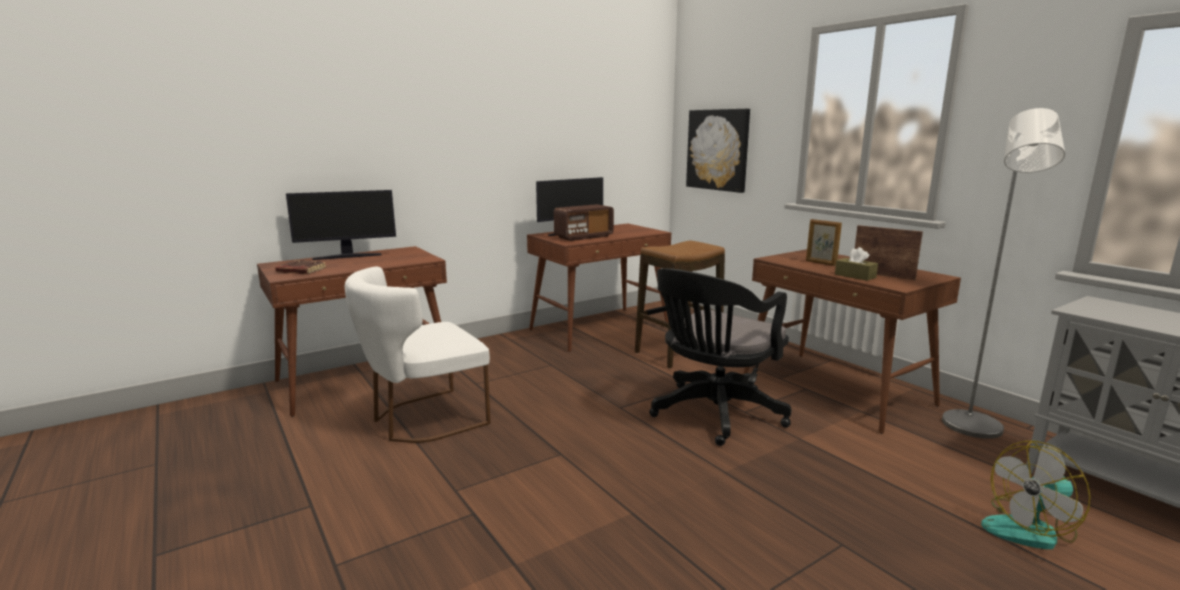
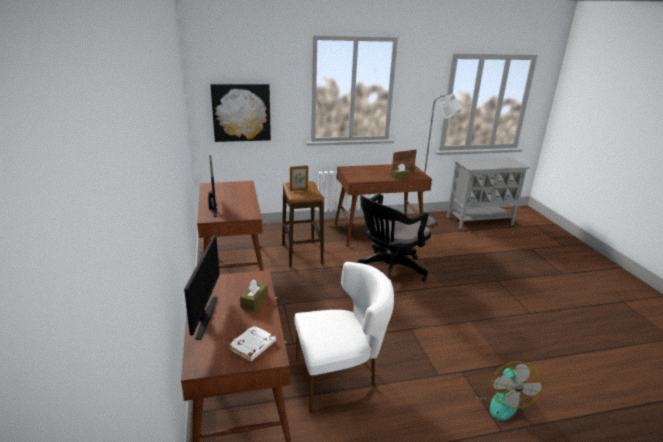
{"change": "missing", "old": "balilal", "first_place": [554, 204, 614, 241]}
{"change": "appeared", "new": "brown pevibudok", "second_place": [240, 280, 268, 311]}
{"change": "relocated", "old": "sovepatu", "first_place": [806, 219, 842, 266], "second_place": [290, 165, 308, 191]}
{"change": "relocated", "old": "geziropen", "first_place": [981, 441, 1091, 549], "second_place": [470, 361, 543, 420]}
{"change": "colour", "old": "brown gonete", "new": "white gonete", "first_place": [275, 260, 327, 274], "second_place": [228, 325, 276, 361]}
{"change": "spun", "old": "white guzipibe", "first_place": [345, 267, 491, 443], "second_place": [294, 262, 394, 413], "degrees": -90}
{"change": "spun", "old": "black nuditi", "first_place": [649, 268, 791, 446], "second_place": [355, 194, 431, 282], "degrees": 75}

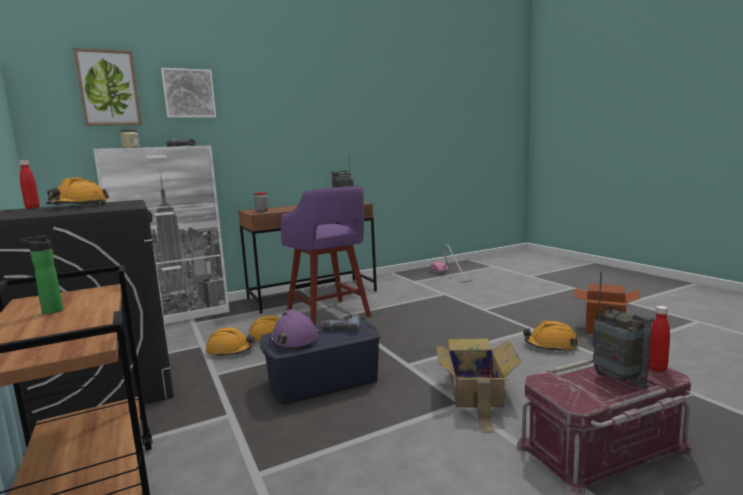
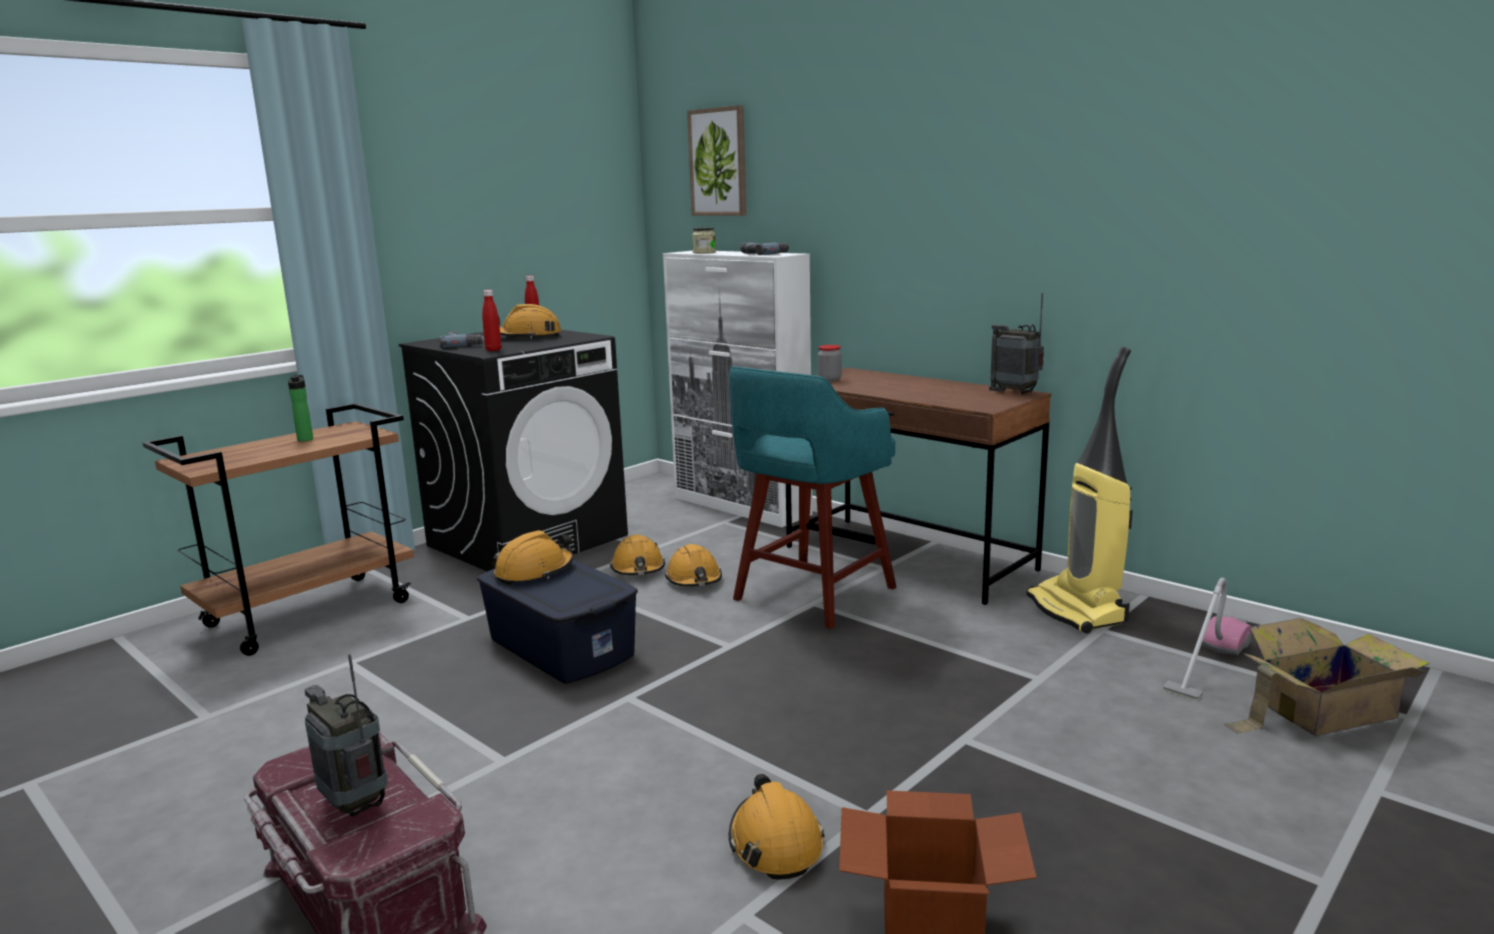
{"change": "missing", "old": "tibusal", "first_place": [161, 68, 216, 118]}
{"change": "appeared", "new": "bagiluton", "second_place": [1027, 347, 1133, 634]}
{"change": "relocated", "old": "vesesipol", "first_place": [321, 314, 360, 333], "second_place": [439, 331, 484, 348]}
{"change": "relocated", "old": "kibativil", "first_place": [435, 338, 522, 433], "second_place": [1224, 618, 1430, 736]}
{"change": "relocated", "old": "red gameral", "first_place": [649, 306, 670, 372], "second_place": [482, 290, 501, 351]}
{"change": "colour", "old": "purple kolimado", "new": "orange kolimado", "first_place": [270, 309, 319, 350], "second_place": [493, 530, 574, 585]}
{"change": "colour", "old": "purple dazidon", "new": "turquoise dazidon", "first_place": [281, 186, 371, 324], "second_place": [729, 366, 896, 629]}
{"change": "spun", "old": "balilal", "first_place": [593, 272, 654, 389], "second_place": [305, 654, 388, 816], "degrees": 90}

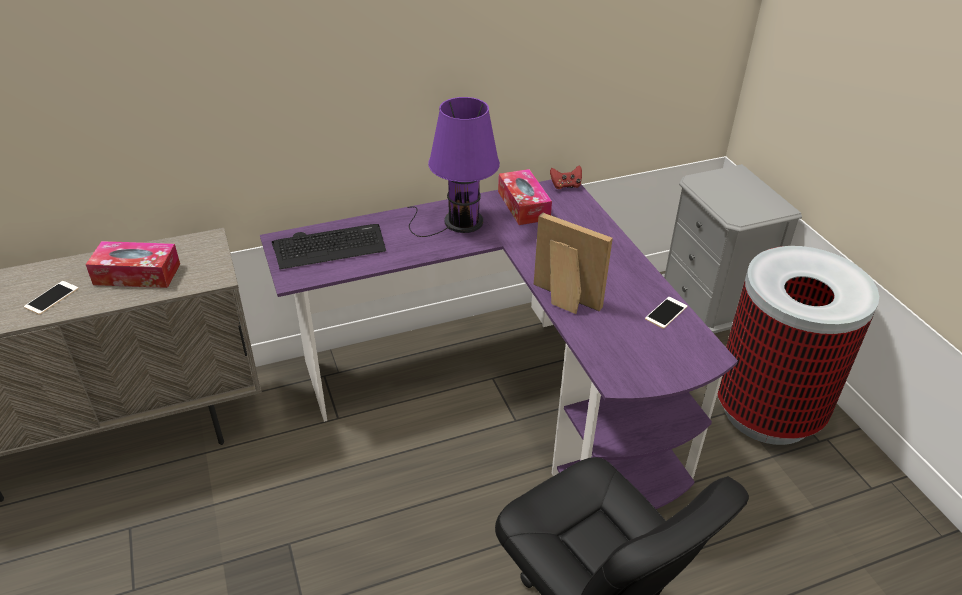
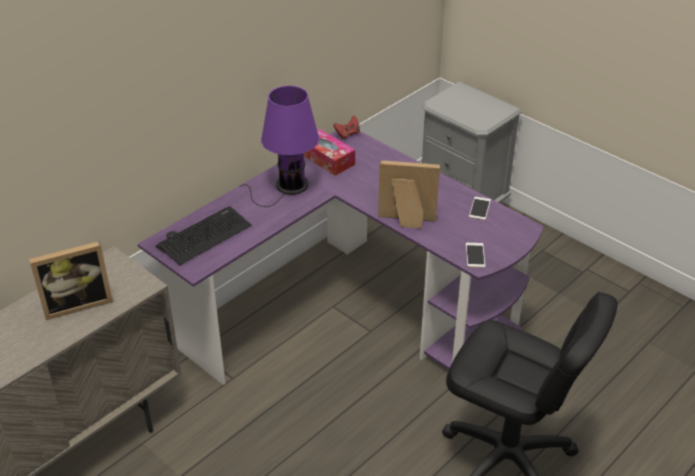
{"change": "missing", "old": "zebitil", "first_place": [717, 246, 879, 445]}
{"change": "relocated", "old": "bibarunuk", "first_place": [24, 281, 79, 315], "second_place": [466, 243, 485, 267]}
{"change": "exchanged", "old": "pevibudok", "new": "sovepatu", "first_place": [85, 241, 180, 288], "second_place": [29, 241, 113, 320]}

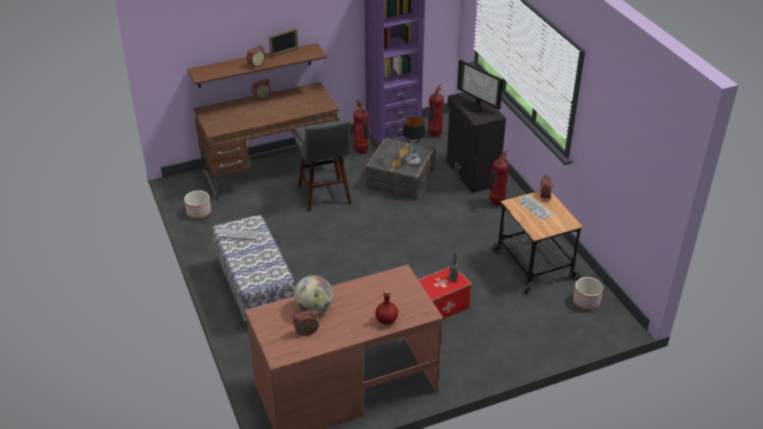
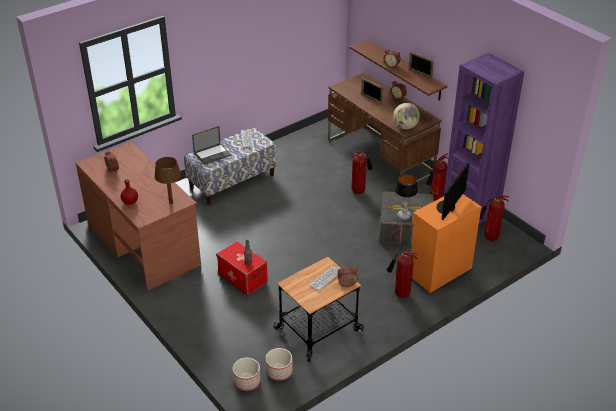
{"change": "appeared", "new": "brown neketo", "second_place": [155, 157, 181, 204]}
{"change": "appeared", "new": "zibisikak", "second_place": [192, 126, 231, 165]}
{"change": "appeared", "new": "sovepatu", "second_place": [361, 78, 383, 104]}
{"change": "relocated", "old": "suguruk", "first_place": [184, 190, 211, 219], "second_place": [233, 358, 261, 391]}
{"change": "relocated", "old": "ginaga", "first_place": [294, 275, 333, 314], "second_place": [393, 103, 420, 129]}
{"change": "exchanged", "old": "grey dazidon", "new": "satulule", "first_place": [294, 120, 351, 212], "second_place": [352, 151, 373, 194]}
{"change": "colour", "old": "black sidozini", "new": "orange sidozini", "first_place": [447, 92, 506, 193], "second_place": [411, 194, 481, 293]}

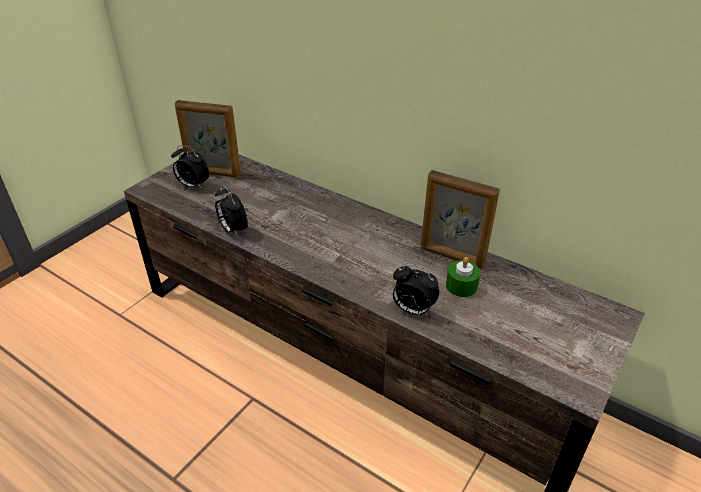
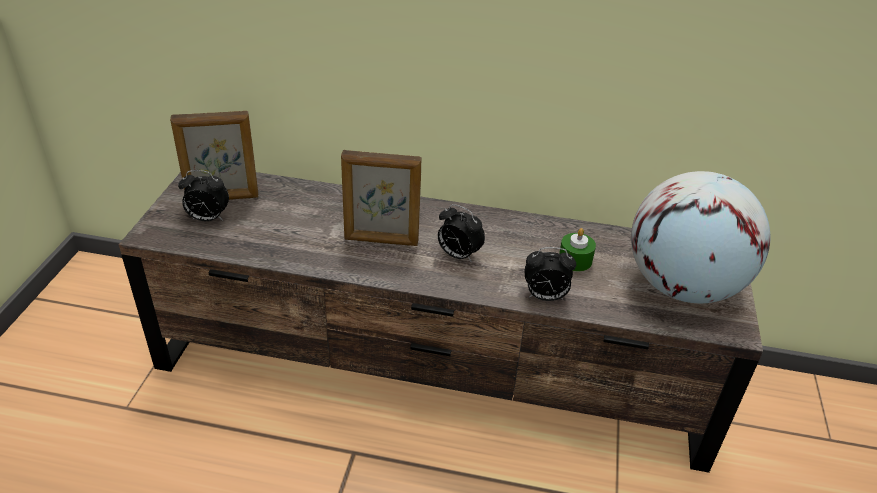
{"change": "appeared", "new": "ginaga", "second_place": [631, 171, 770, 303]}
{"change": "relocated", "old": "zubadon", "first_place": [215, 185, 248, 238], "second_place": [438, 204, 485, 262]}
{"change": "relocated", "old": "sovepatu", "first_place": [421, 170, 500, 269], "second_place": [341, 150, 422, 246]}

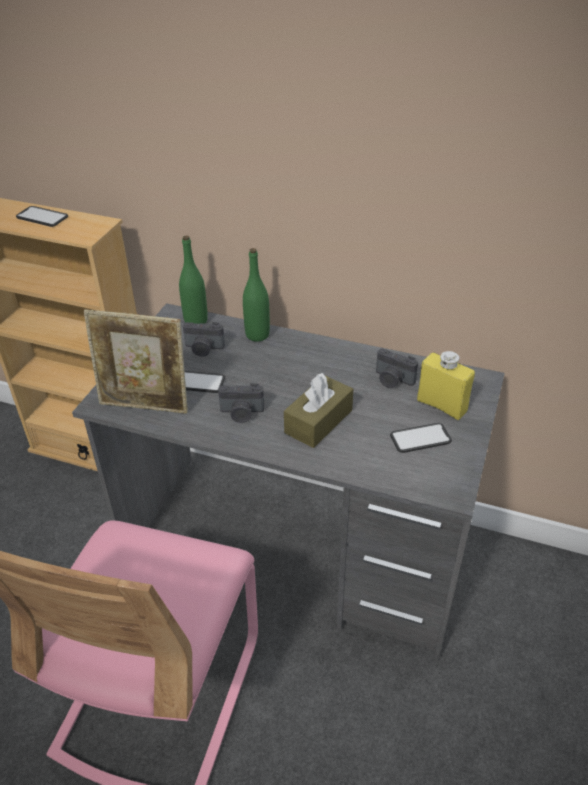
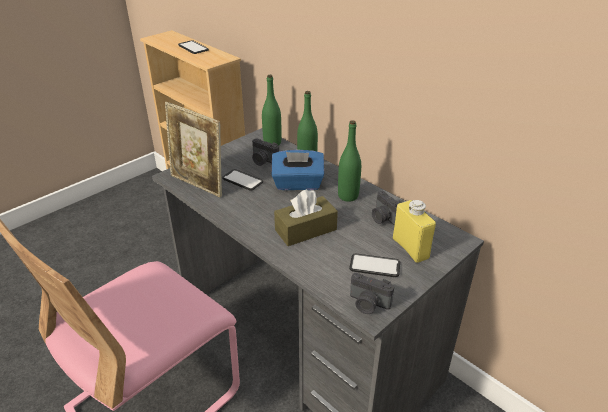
{"change": "appeared", "new": "blue pevibudok", "second_place": [272, 150, 324, 190]}
{"change": "appeared", "new": "green gameral", "second_place": [338, 120, 361, 202]}
{"change": "relocated", "old": "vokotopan", "first_place": [218, 383, 264, 423], "second_place": [350, 273, 394, 314]}

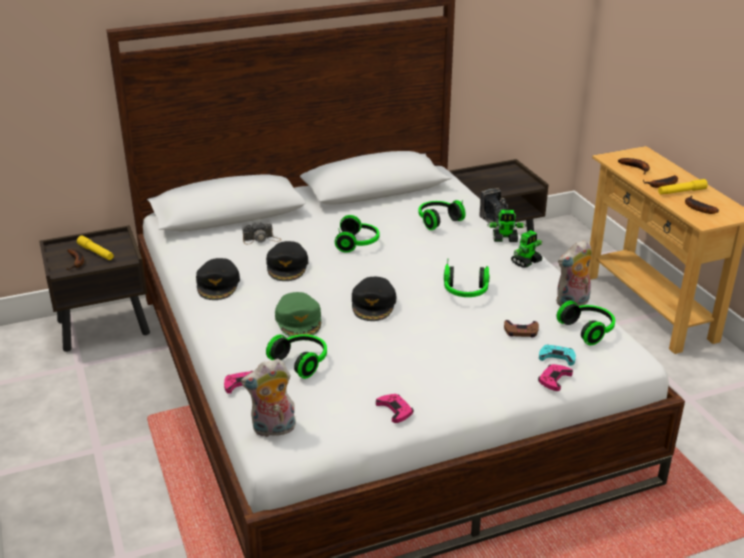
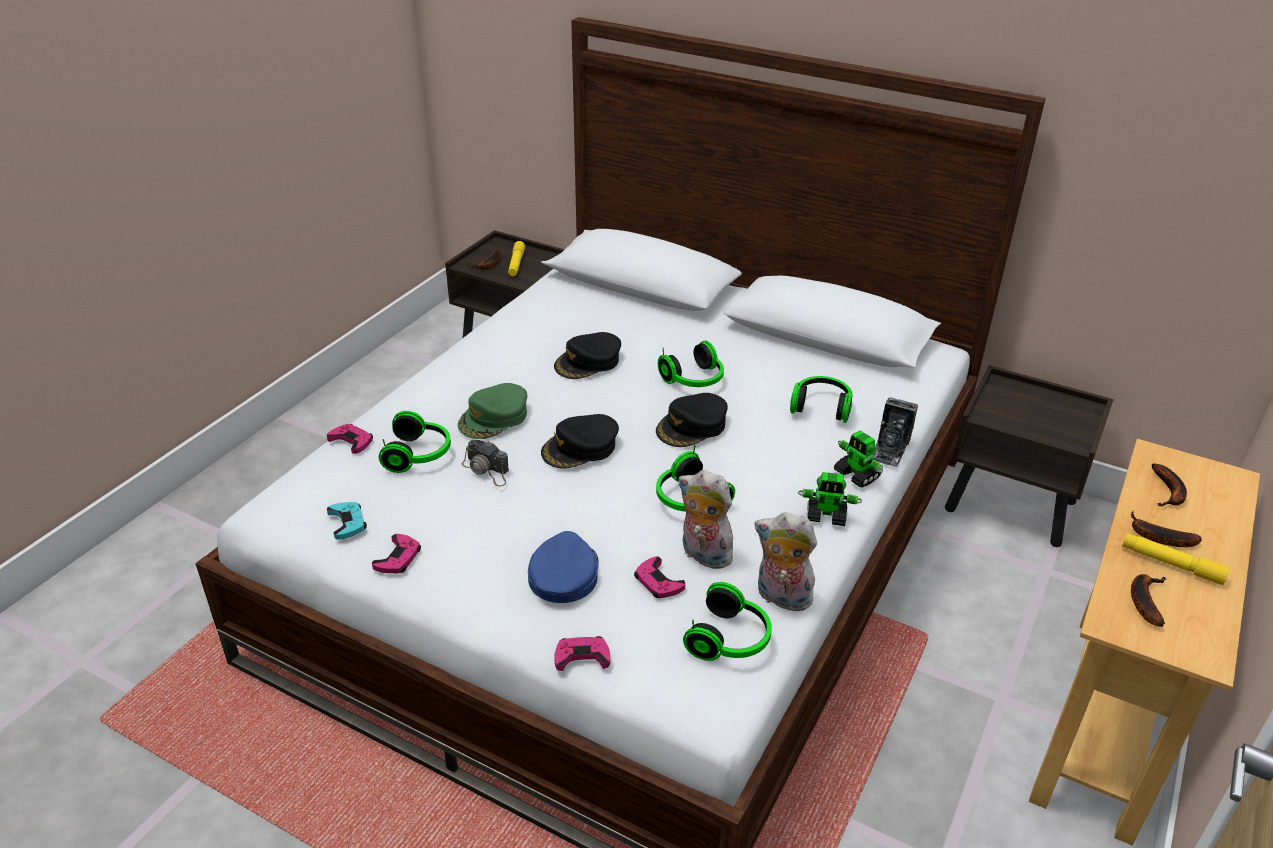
{"change": "appeared", "new": "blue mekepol", "second_place": [528, 531, 599, 603]}
{"change": "relocated", "old": "black mekepol", "first_place": [196, 258, 240, 300], "second_place": [656, 393, 728, 447]}
{"change": "relocated", "old": "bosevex", "first_place": [241, 358, 296, 438], "second_place": [678, 470, 733, 569]}
{"change": "relocated", "old": "vokotopan", "first_place": [242, 221, 281, 244], "second_place": [462, 440, 509, 487]}
{"change": "relocated", "old": "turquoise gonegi", "first_place": [539, 344, 576, 366], "second_place": [327, 502, 367, 540]}
{"change": "colour", "old": "brown gonegi", "new": "pink gonegi", "first_place": [504, 320, 539, 338], "second_place": [634, 556, 685, 598]}

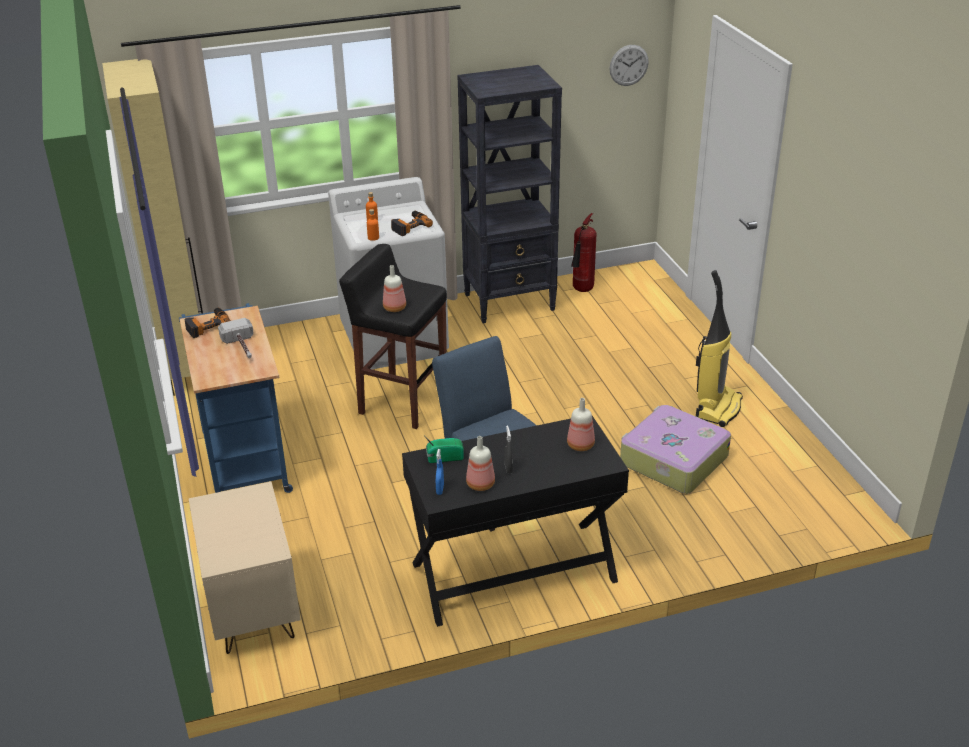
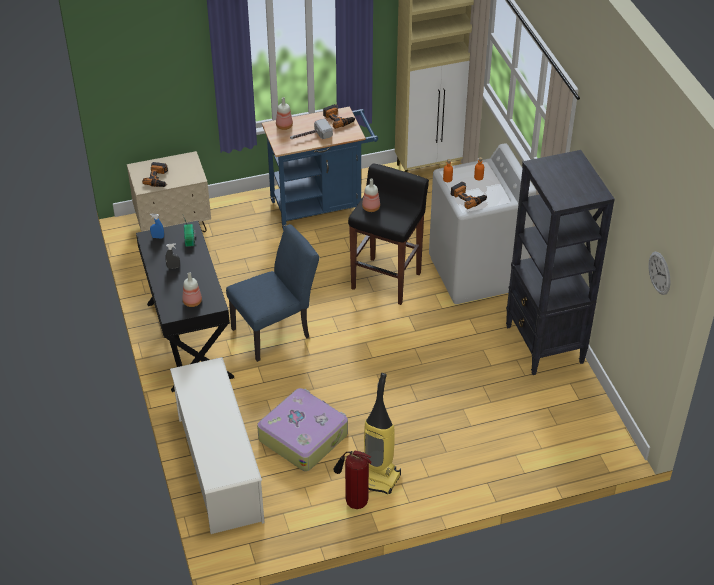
{"change": "appeared", "new": "vesesipol", "second_place": [142, 162, 168, 187]}
{"change": "appeared", "new": "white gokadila", "second_place": [170, 357, 265, 534]}
{"change": "relocated", "old": "gameral", "first_place": [466, 436, 495, 491], "second_place": [276, 97, 293, 130]}
{"change": "relocated", "old": "satulule", "first_place": [571, 213, 596, 292], "second_place": [333, 451, 372, 509]}

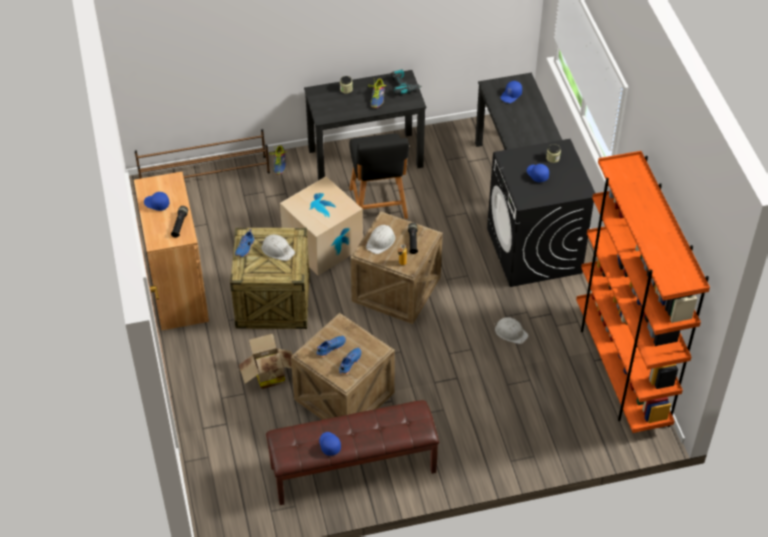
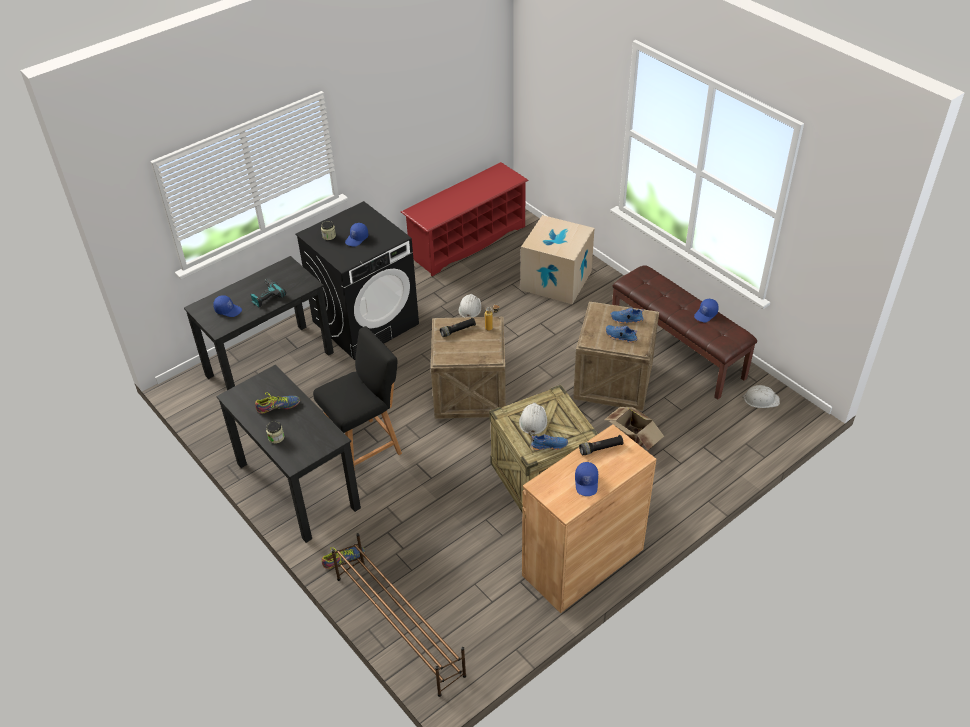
{"change": "relocated", "old": "kibativil", "first_place": [280, 176, 363, 276], "second_place": [521, 215, 595, 304]}
{"change": "relocated", "old": "white kolimado", "first_place": [366, 225, 395, 254], "second_place": [742, 385, 780, 408]}
{"change": "relocated", "old": "vesesipol", "first_place": [391, 70, 422, 95], "second_place": [250, 278, 286, 307]}
{"change": "exchanged", "old": "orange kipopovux", "new": "red gokadila", "first_place": [576, 151, 710, 433], "second_place": [401, 162, 529, 276]}

